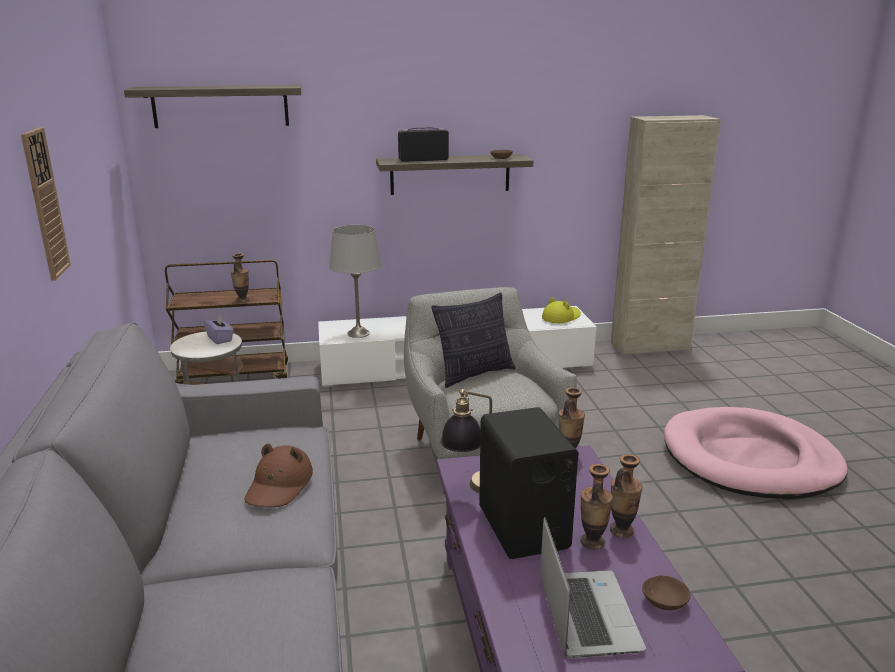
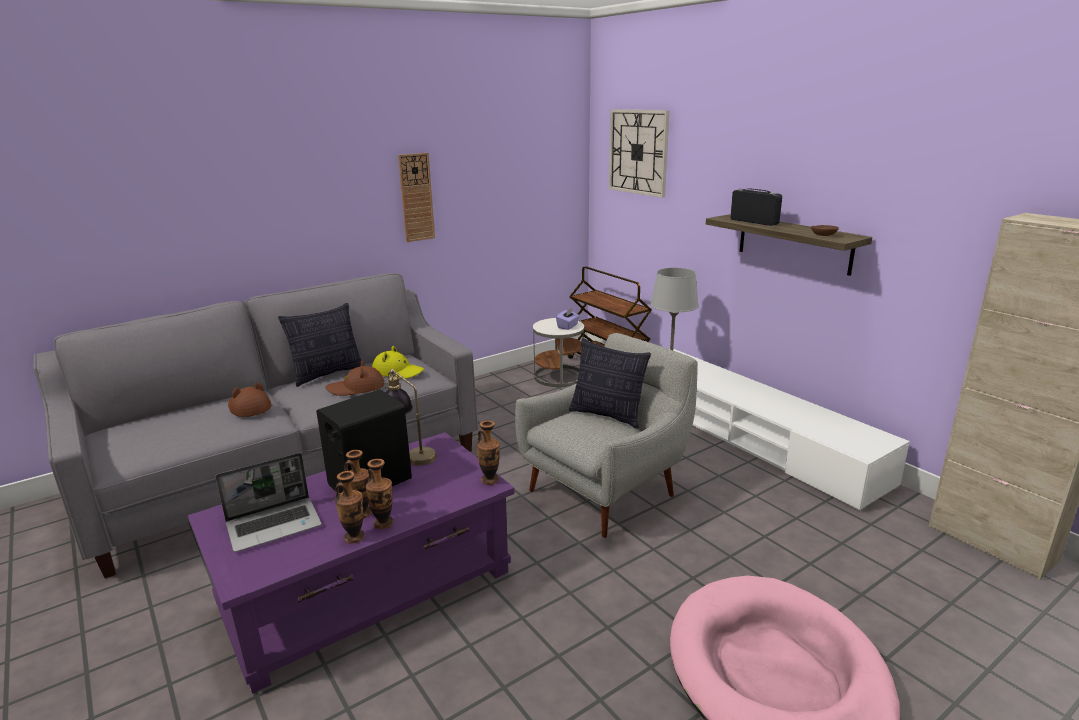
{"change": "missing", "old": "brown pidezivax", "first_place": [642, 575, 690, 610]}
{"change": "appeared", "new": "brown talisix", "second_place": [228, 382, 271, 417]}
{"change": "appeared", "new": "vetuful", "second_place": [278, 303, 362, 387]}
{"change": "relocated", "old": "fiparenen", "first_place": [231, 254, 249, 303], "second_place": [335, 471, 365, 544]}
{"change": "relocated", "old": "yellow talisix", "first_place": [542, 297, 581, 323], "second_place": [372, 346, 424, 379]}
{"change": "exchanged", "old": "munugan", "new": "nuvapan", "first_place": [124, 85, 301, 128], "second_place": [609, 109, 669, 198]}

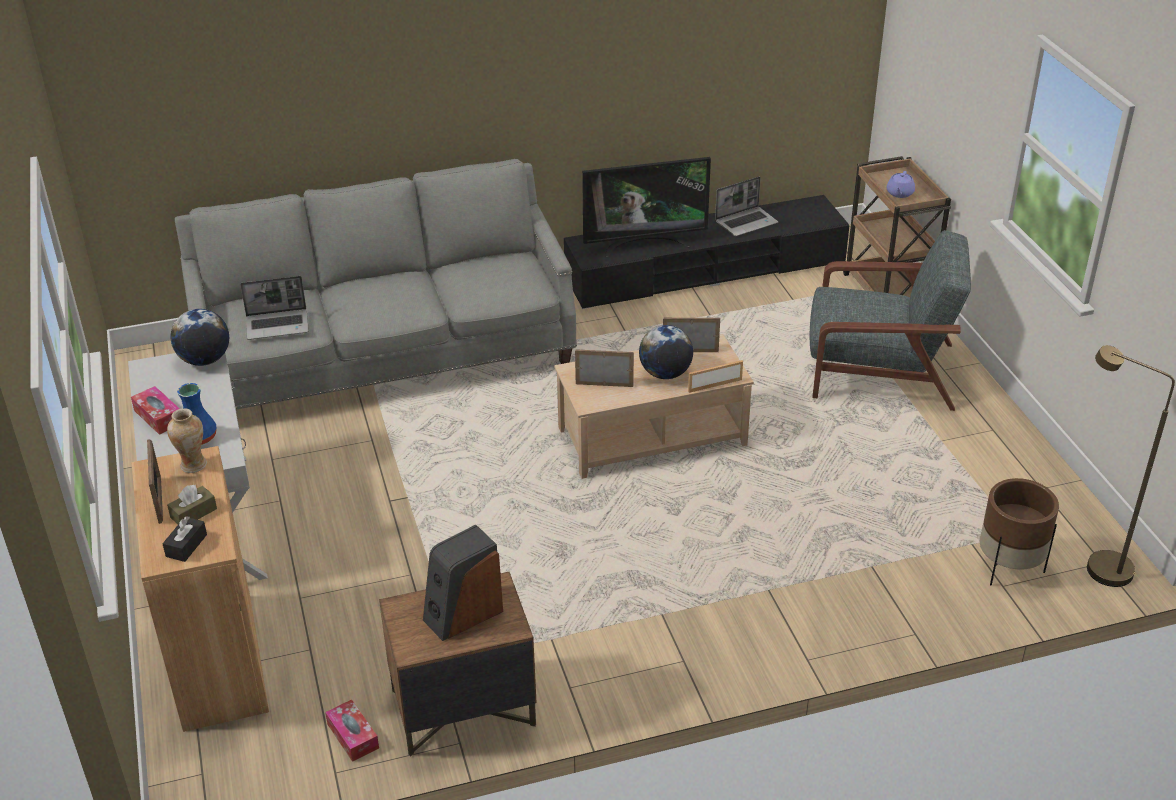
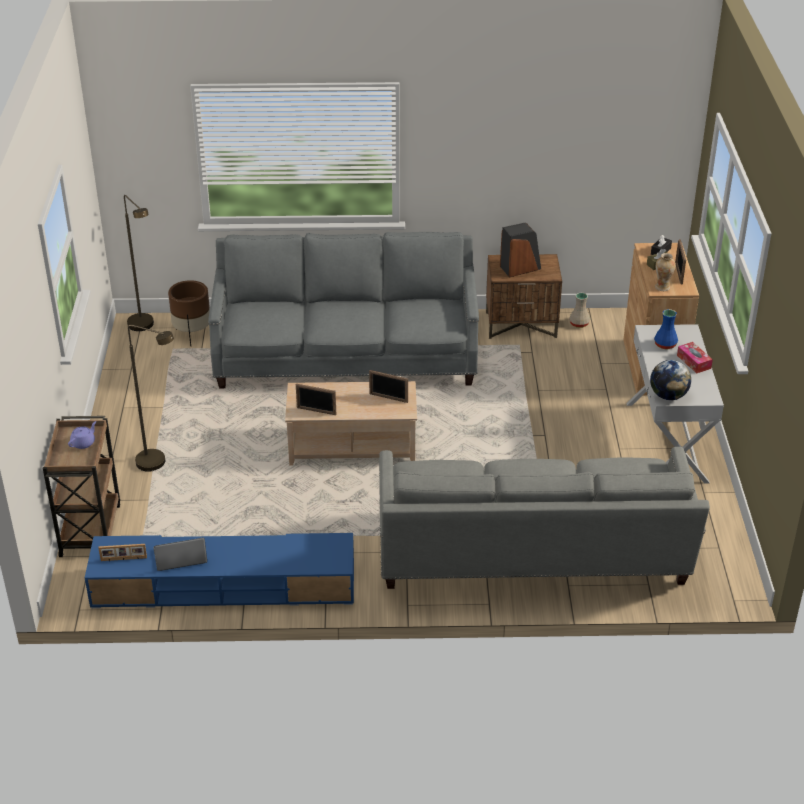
{"change": "missing", "old": "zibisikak", "first_place": [240, 276, 309, 340]}
{"change": "missing", "old": "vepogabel", "first_place": [582, 157, 711, 257]}
{"change": "missing", "old": "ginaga", "first_place": [639, 325, 693, 379]}
{"change": "appeared", "new": "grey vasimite", "second_place": [208, 232, 479, 388]}
{"change": "relocated", "old": "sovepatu", "first_place": [688, 360, 743, 393], "second_place": [98, 544, 147, 561]}
{"change": "exchanged", "old": "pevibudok", "new": "beige fiparenen", "first_place": [325, 700, 379, 762], "second_place": [569, 293, 590, 328]}
{"change": "exchanged", "old": "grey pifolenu", "new": "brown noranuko", "first_place": [810, 230, 971, 411], "second_place": [128, 325, 174, 472]}
{"change": "colour", "old": "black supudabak", "new": "blue supudabak", "first_place": [564, 195, 850, 309], "second_place": [85, 533, 354, 609]}

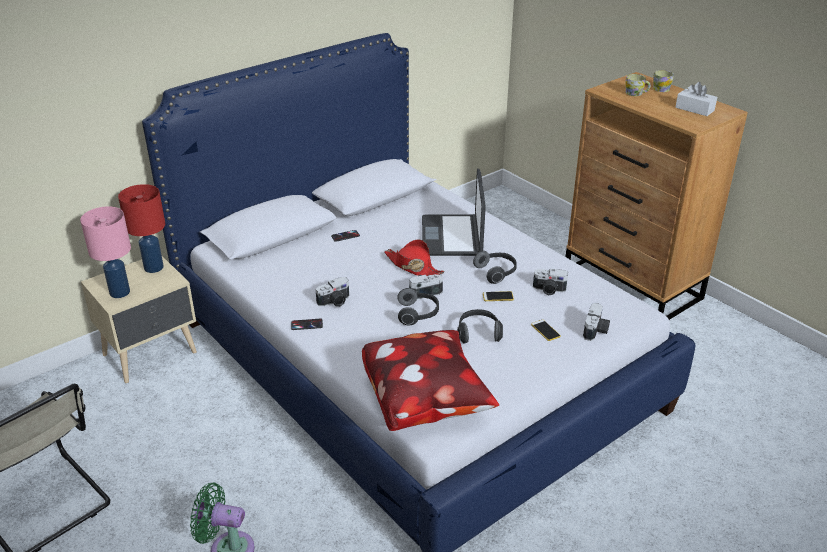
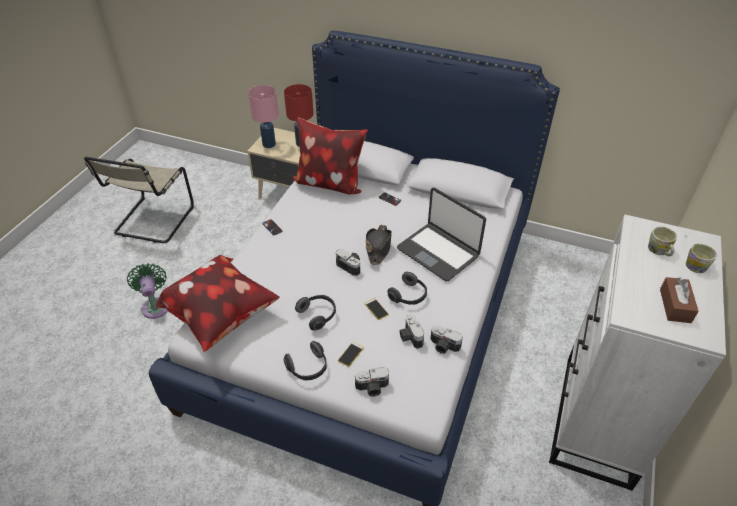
{"change": "appeared", "new": "vetuful", "second_place": [292, 117, 368, 194]}
{"change": "relocated", "old": "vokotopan", "first_place": [316, 277, 349, 307], "second_place": [430, 326, 463, 354]}
{"change": "relocated", "old": "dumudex", "first_place": [397, 288, 439, 325], "second_place": [283, 341, 327, 380]}
{"change": "colour", "old": "red talisix", "new": "black talisix", "first_place": [385, 239, 445, 276], "second_place": [366, 225, 392, 265]}
{"change": "colour", "old": "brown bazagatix", "new": "white bazagatix", "first_place": [566, 72, 748, 320], "second_place": [549, 215, 726, 491]}
{"change": "colour", "old": "white pevibudok", "new": "brown pevibudok", "first_place": [675, 82, 717, 116], "second_place": [660, 277, 699, 323]}
{"change": "spun", "old": "zibisikak", "first_place": [422, 168, 486, 256], "second_place": [397, 188, 486, 281], "degrees": -105}

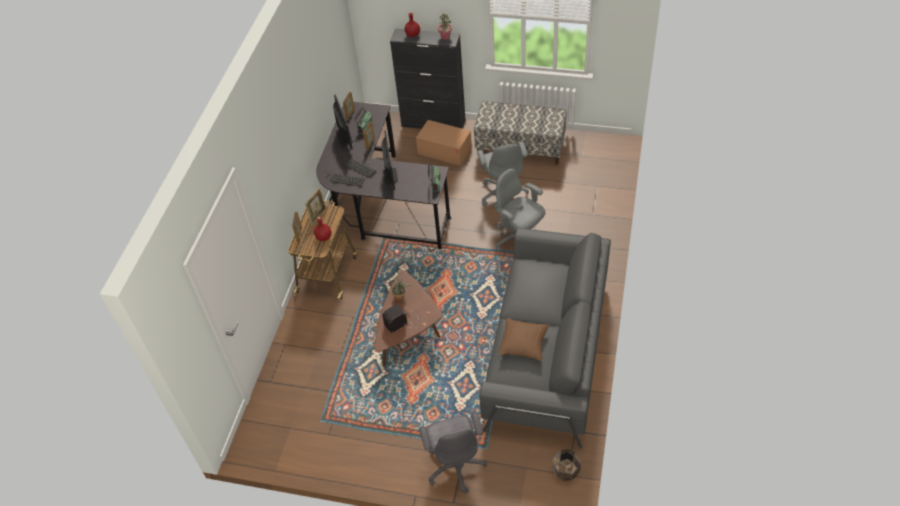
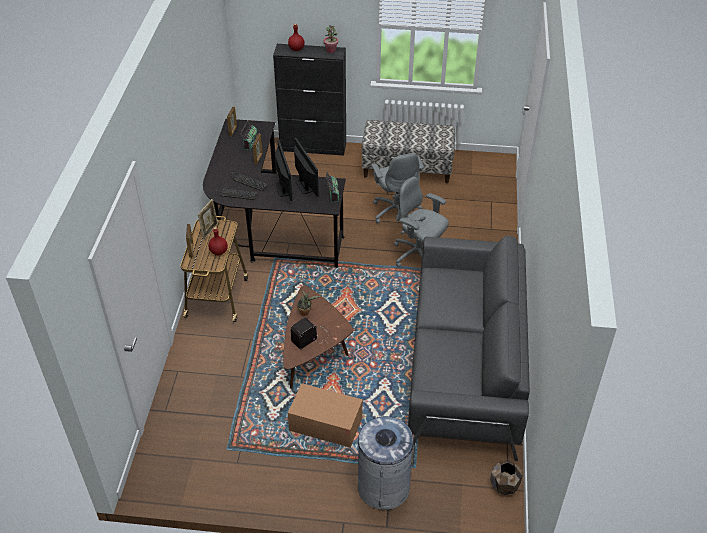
{"change": "missing", "old": "brown vetuful", "first_place": [499, 318, 549, 361]}
{"change": "relocated", "old": "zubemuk", "first_place": [333, 95, 353, 149], "second_place": [294, 138, 319, 197]}
{"change": "relocated", "old": "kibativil", "first_place": [416, 120, 472, 166], "second_place": [288, 383, 363, 448]}
{"change": "exchanged", "old": "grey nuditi", "new": "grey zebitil", "first_place": [419, 412, 487, 493], "second_place": [358, 416, 416, 510]}

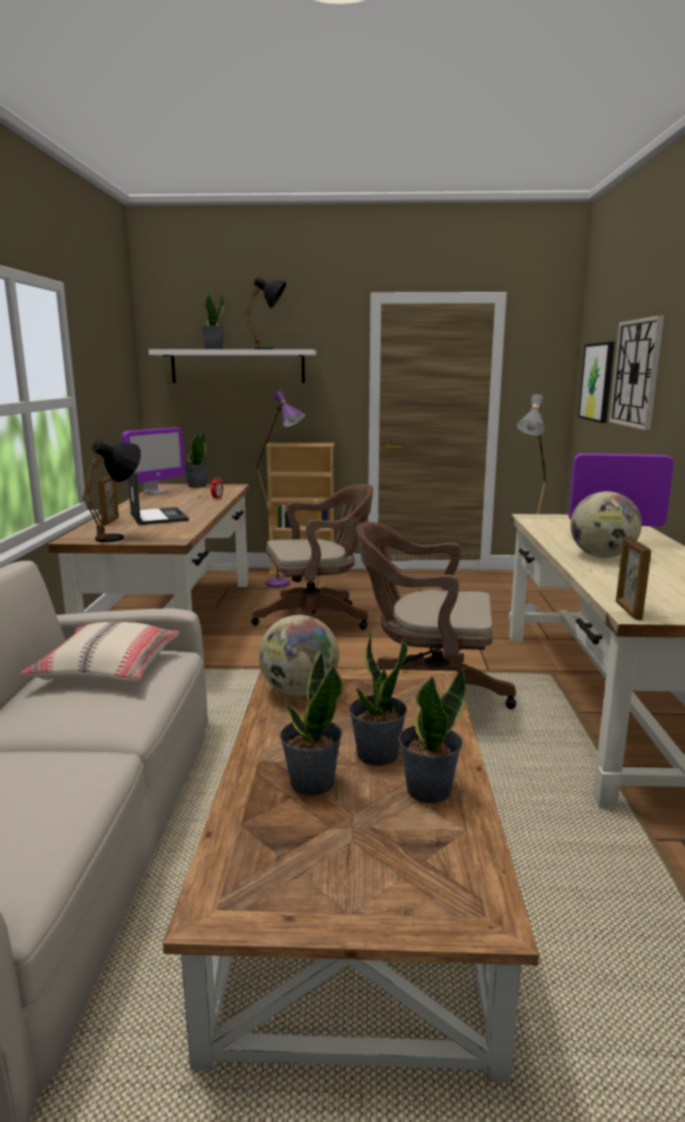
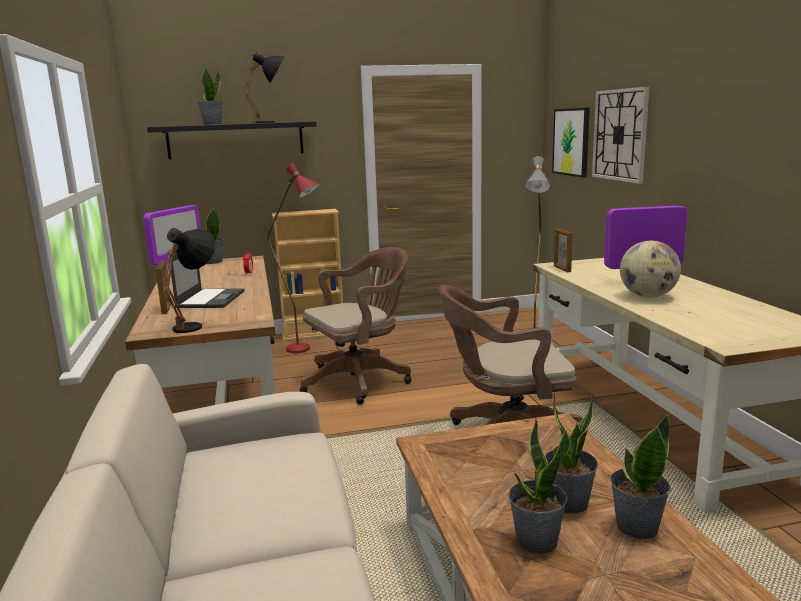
{"change": "missing", "old": "beige vetuful", "first_place": [20, 622, 180, 683]}
{"change": "missing", "old": "ginaga", "first_place": [259, 615, 339, 696]}
{"change": "relocated", "old": "sovepatu", "first_place": [616, 537, 651, 620], "second_place": [554, 228, 573, 272]}
{"change": "colour", "old": "white munugan", "new": "black munugan", "first_place": [149, 349, 316, 383], "second_place": [147, 121, 317, 159]}
{"change": "colour", "old": "purple noranuko", "new": "red noranuko", "first_place": [257, 391, 306, 588], "second_place": [267, 163, 320, 353]}
{"change": "spun", "old": "zibisikak", "first_place": [128, 472, 189, 525], "second_place": [170, 254, 245, 308], "degrees": 45}

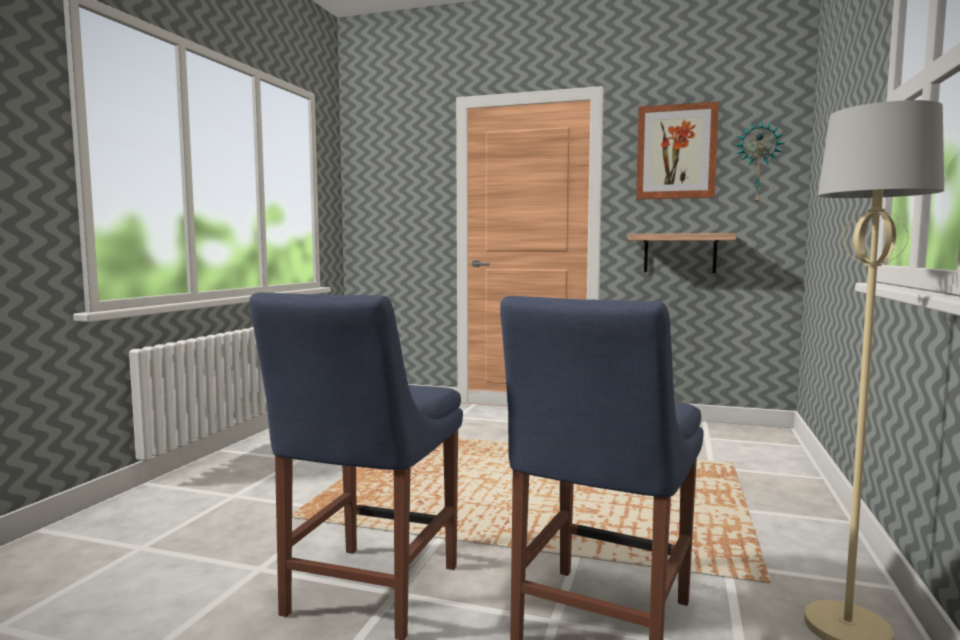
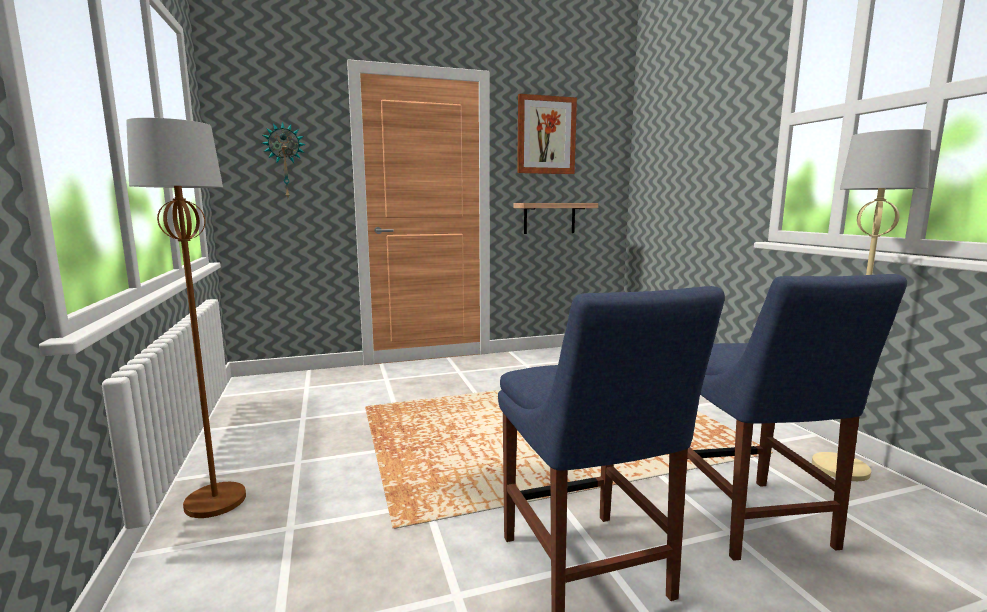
{"change": "appeared", "new": "brown noranuko", "second_place": [126, 118, 246, 518]}
{"change": "relocated", "old": "nuvapan", "first_place": [735, 121, 784, 205], "second_place": [262, 122, 306, 198]}

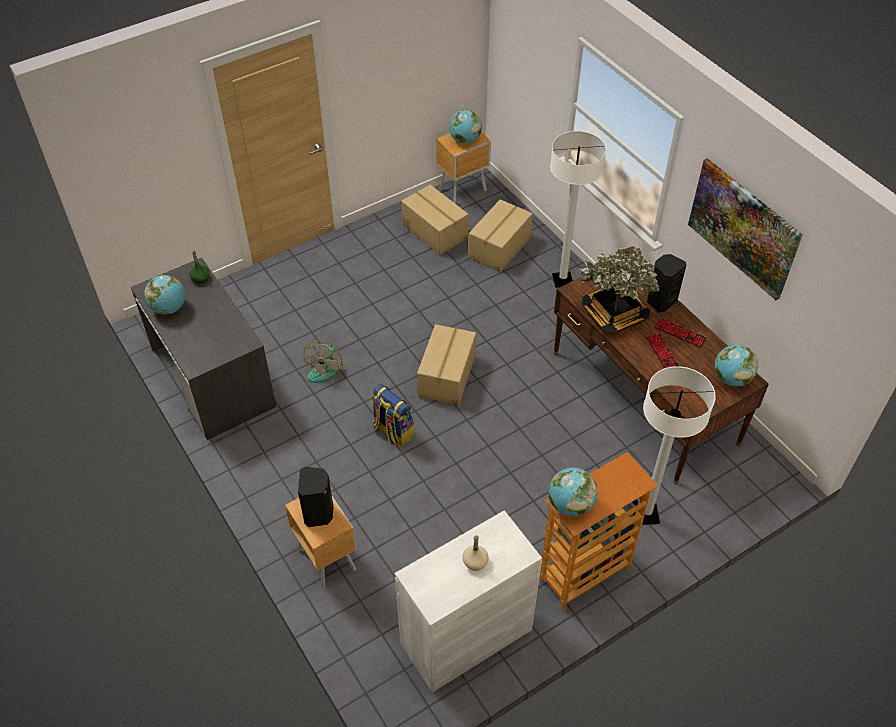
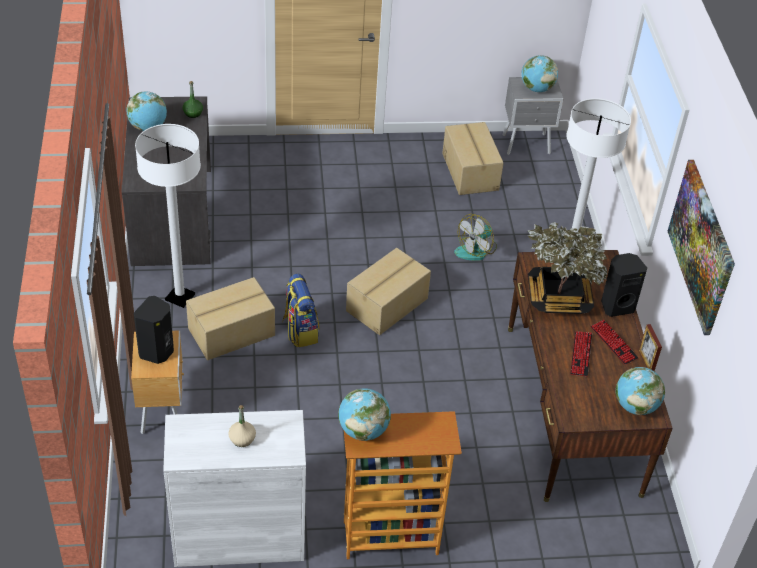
{"change": "appeared", "new": "sovepatu", "second_place": [639, 324, 662, 371]}
{"change": "relocated", "old": "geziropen", "first_place": [303, 341, 343, 383], "second_place": [454, 214, 497, 261]}
{"change": "relocated", "old": "kibativil", "first_place": [468, 199, 533, 272], "second_place": [186, 277, 275, 360]}
{"change": "relocated", "old": "white noranuko", "first_place": [642, 366, 716, 525], "second_place": [135, 124, 201, 308]}
{"change": "colour", "old": "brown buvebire", "new": "grey buvebire", "first_place": [436, 132, 491, 204], "second_place": [502, 77, 563, 155]}

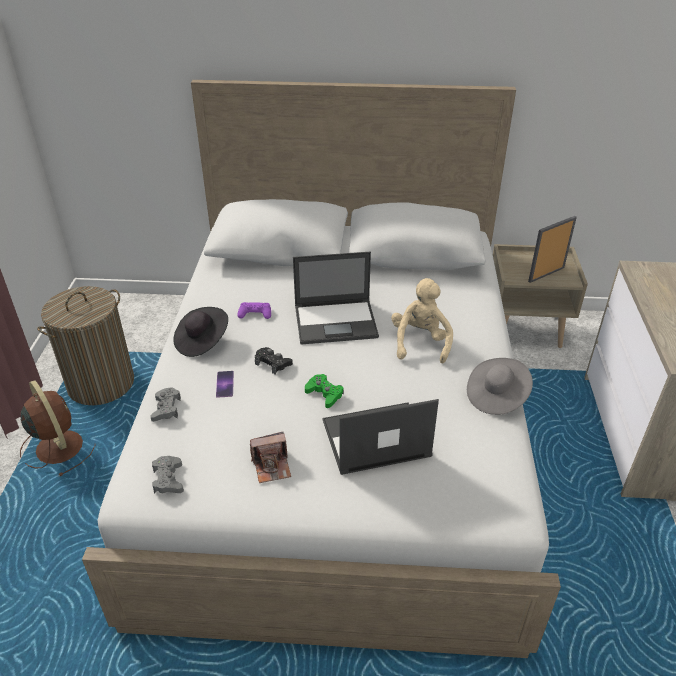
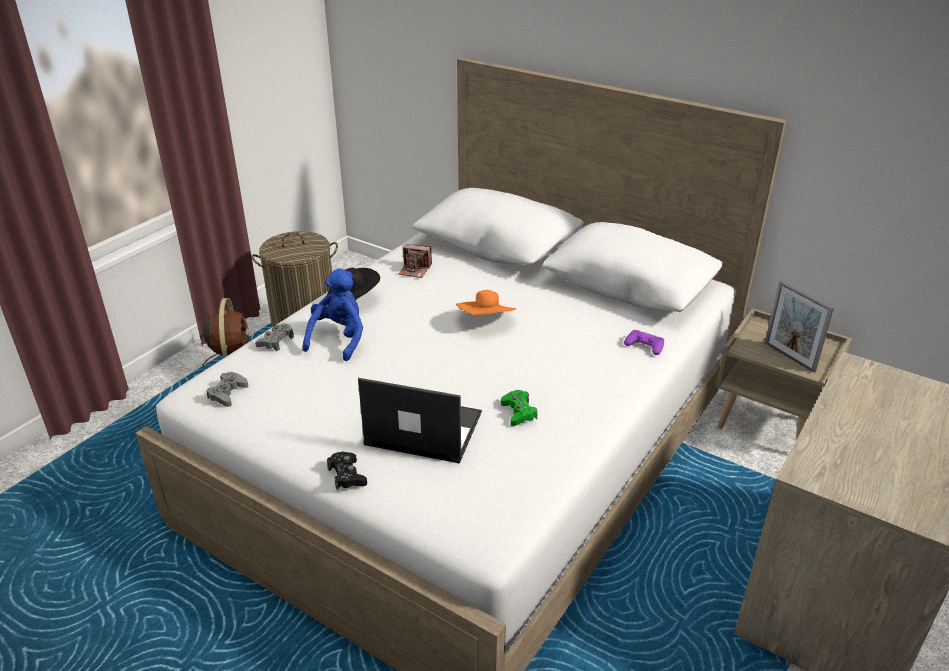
{"change": "missing", "old": "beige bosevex", "first_place": [391, 278, 453, 363]}
{"change": "missing", "old": "grey talisix", "first_place": [467, 358, 533, 415]}
{"change": "relocated", "old": "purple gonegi", "first_place": [237, 302, 271, 319], "second_place": [624, 330, 664, 355]}
{"change": "relocated", "old": "vokotopan", "first_place": [250, 432, 291, 483], "second_place": [398, 244, 432, 278]}
{"change": "relocated", "old": "black gonegi", "first_place": [255, 347, 293, 375], "second_place": [327, 452, 367, 490]}
{"change": "relocated", "old": "green gonegi", "first_place": [305, 374, 344, 408], "second_place": [501, 390, 537, 426]}
{"change": "exchanged", "old": "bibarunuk", "new": "blue bosevex", "first_place": [216, 371, 234, 398], "second_place": [303, 268, 363, 361]}
{"change": "exchanged", "old": "zibisikak", "new": "orange talisix", "first_place": [293, 252, 379, 345], "second_place": [456, 290, 516, 315]}
{"change": "spun", "old": "sovepatu", "first_place": [528, 216, 577, 283], "second_place": [765, 280, 834, 373], "degrees": -120}

